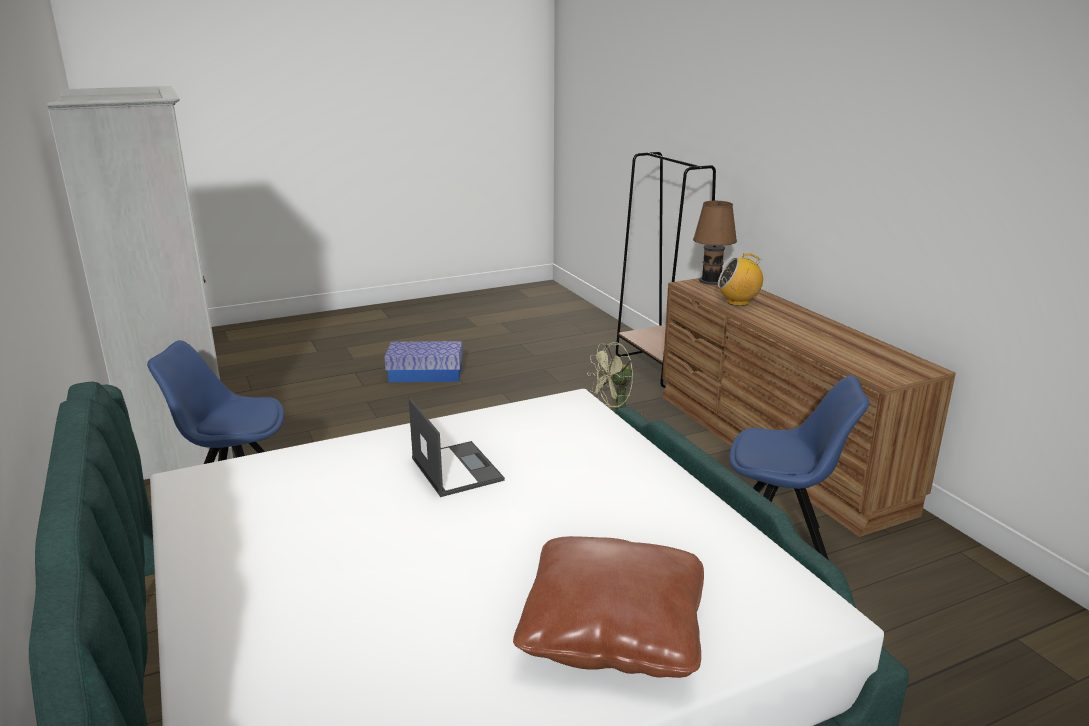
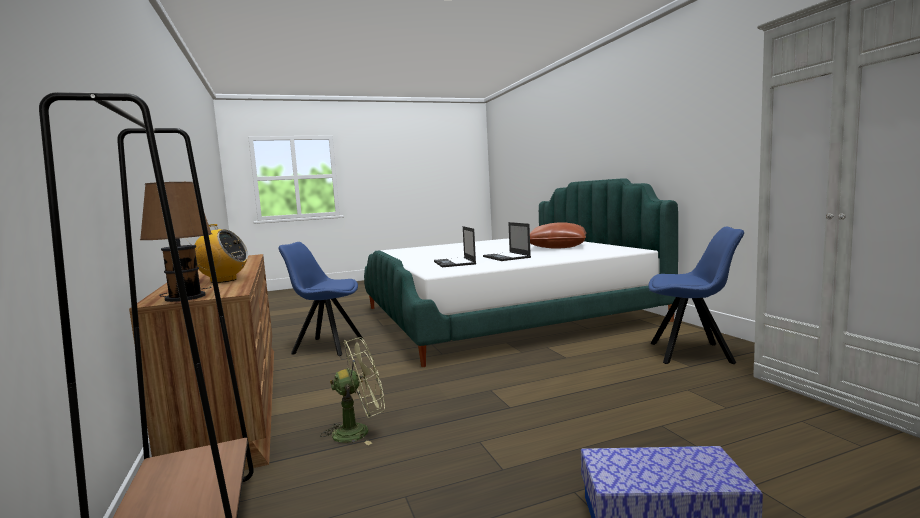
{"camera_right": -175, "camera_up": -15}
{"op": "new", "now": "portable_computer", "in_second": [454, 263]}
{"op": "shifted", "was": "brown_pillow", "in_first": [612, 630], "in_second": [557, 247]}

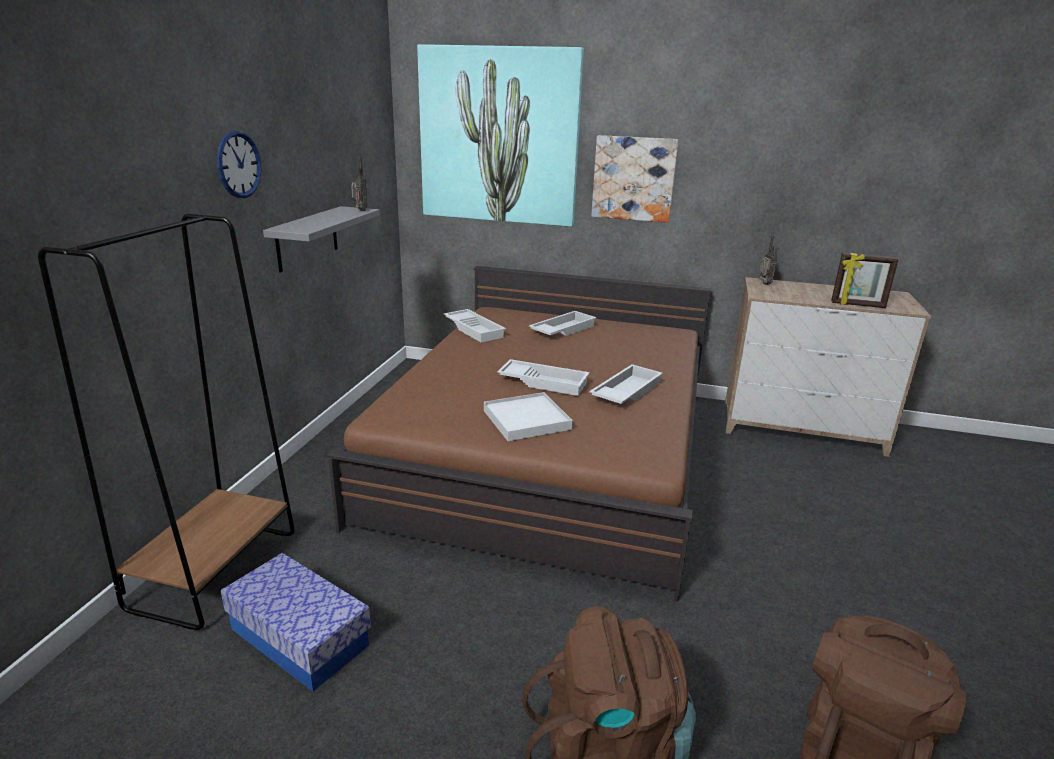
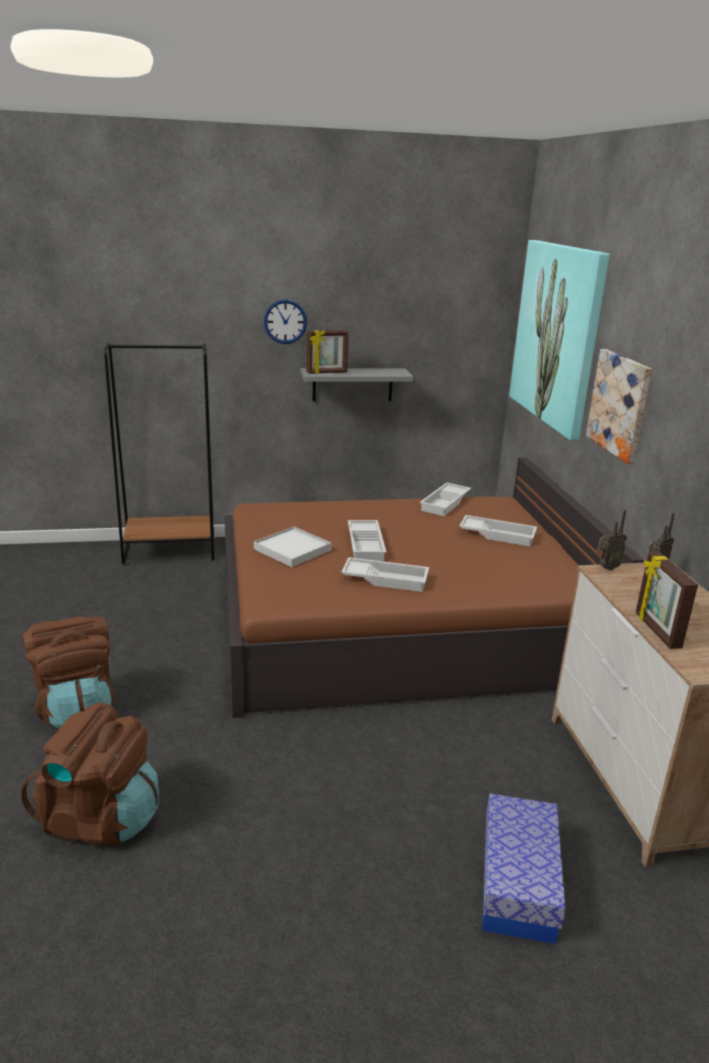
{"camera_right": 65, "camera_up": 0}
{"op": "new", "now": "photo_frame", "in_second": [327, 373]}
{"op": "shifted", "was": "storage_box", "in_first": [300, 637], "in_second": [518, 883]}
{"op": "shifted", "was": "radio_receiver", "in_first": [360, 210], "in_second": [606, 568]}

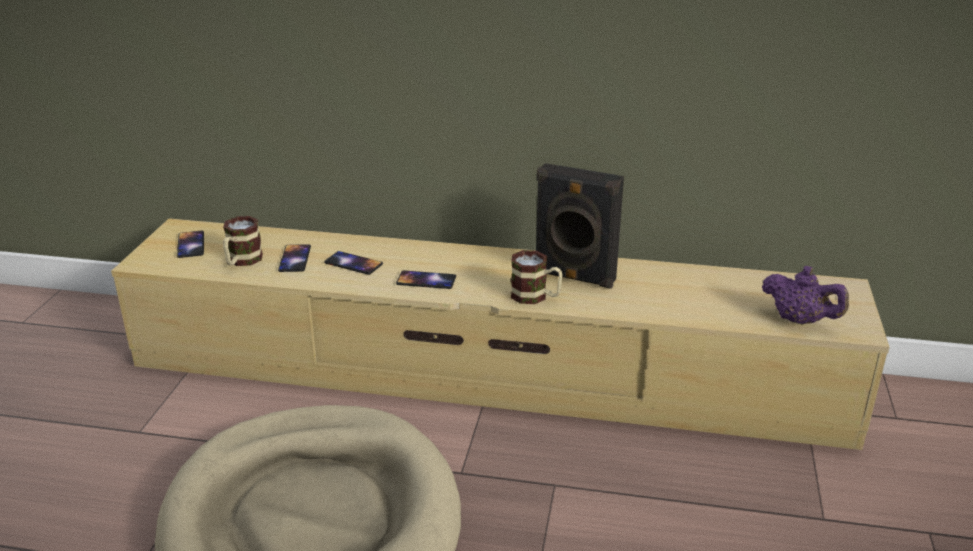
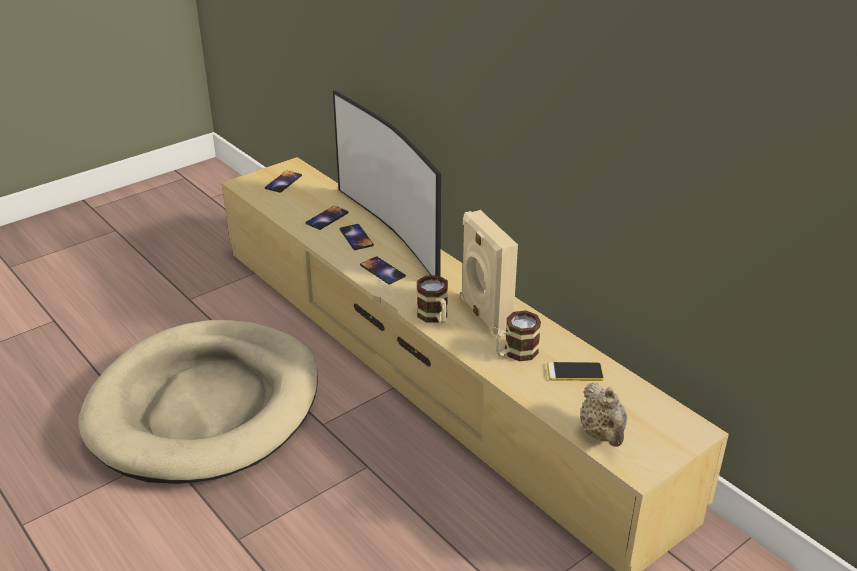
{"camera_right": 40, "camera_up": 5}
{"op": "new", "now": "television", "in_second": [392, 230]}
{"op": "new", "now": "phone", "in_second": [575, 372]}
{"op": "shifted", "was": "tea_mug", "in_first": [241, 261], "in_second": [515, 353]}
{"op": "repainted", "was": "black-coloured_audio_speaker", "now": "beige-coloured_audio_speaker", "in_first": [574, 277], "in_second": [484, 315]}
{"op": "repainted", "was": "purplish_pot_for_tea", "now": "beige-coloured_pot_for_tea", "in_first": [799, 320], "in_second": [602, 435]}

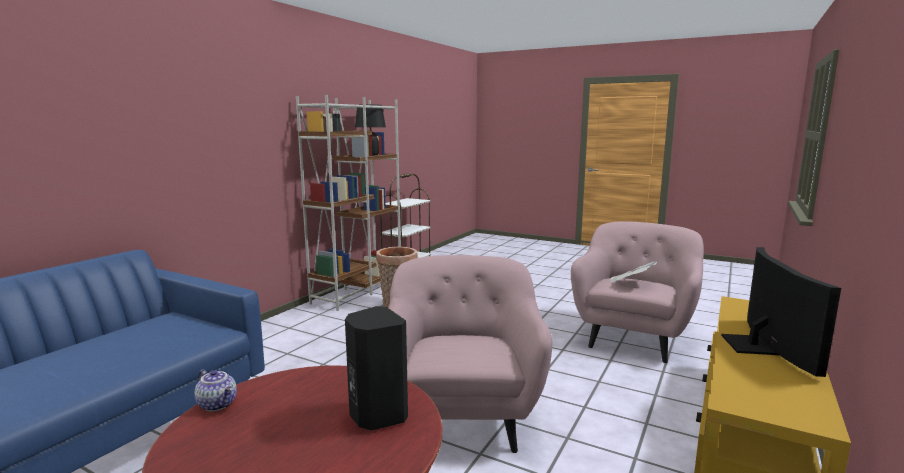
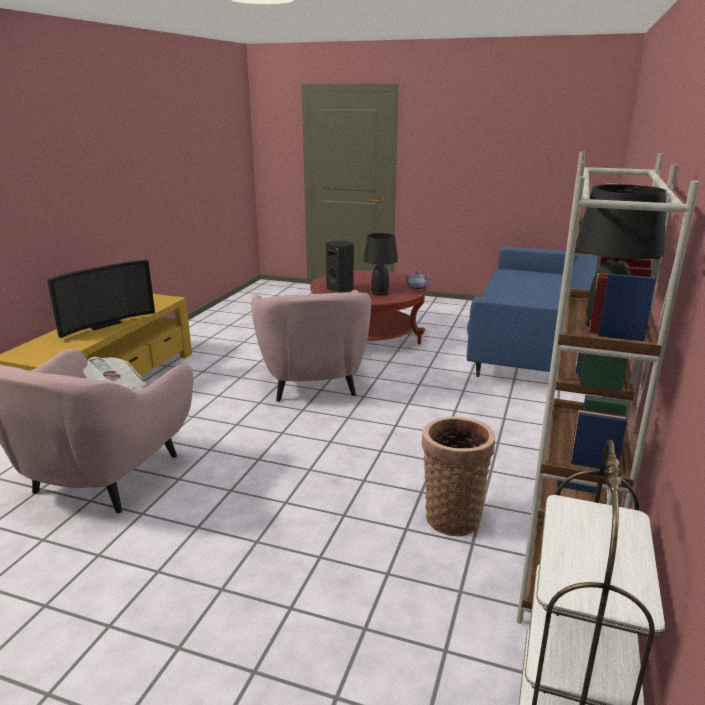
{"camera_right": 170, "camera_up": 10}
{"op": "new", "now": "black-coloured_tabletop_lamp", "in_second": [380, 293]}
{"op": "rotated", "was": "television", "in_first": [760, 346], "in_second": [103, 324], "clockwise": -135}

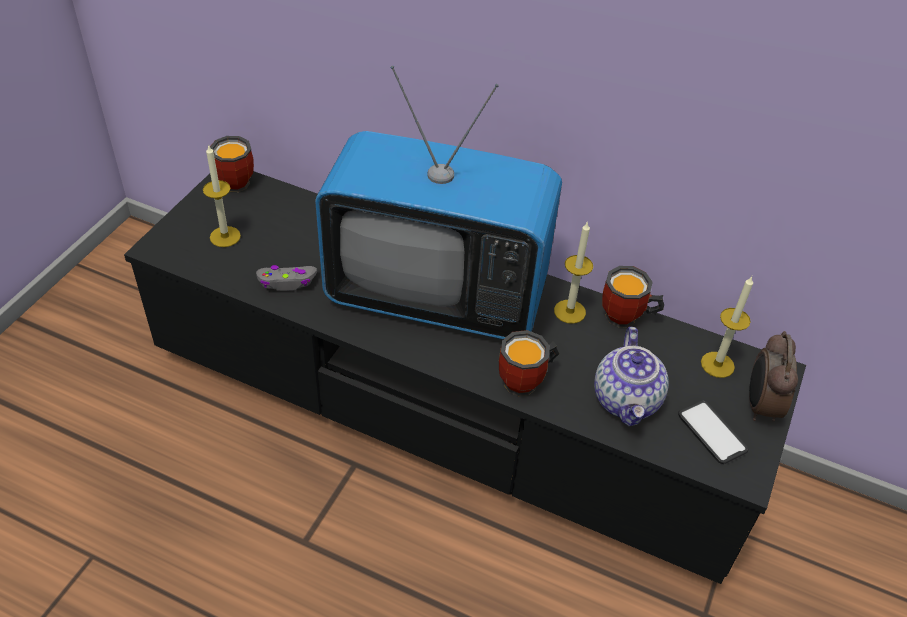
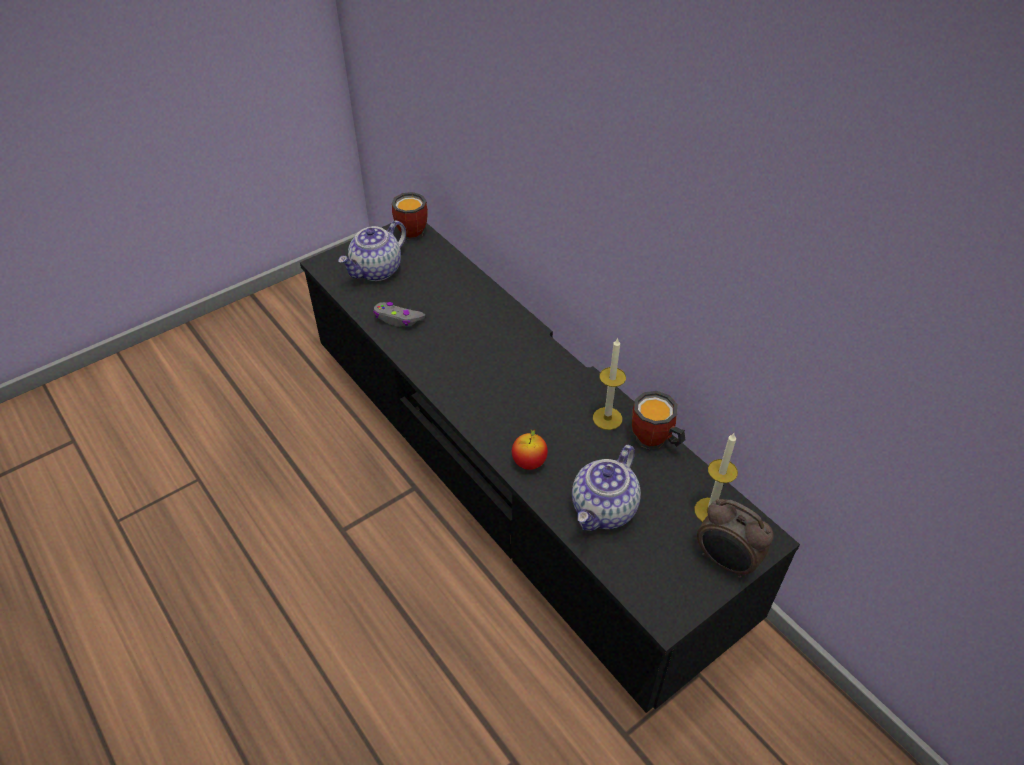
{"camera_right": 30, "camera_up": 0}
{"op": "gone", "was": "television", "in_first": [437, 295]}
{"op": "gone", "was": "phone", "in_first": [712, 432]}
{"op": "swapped", "was": "wax_candle", "now": "pot_for_tea", "in_first": [225, 236], "in_second": [377, 270]}
{"op": "swapped", "was": "tea_mug", "now": "apple_fruit", "in_first": [527, 382], "in_second": [529, 462]}
{"op": "rotated", "was": "table_clock", "in_first": [760, 406], "in_second": [725, 562], "clockwise": -90}

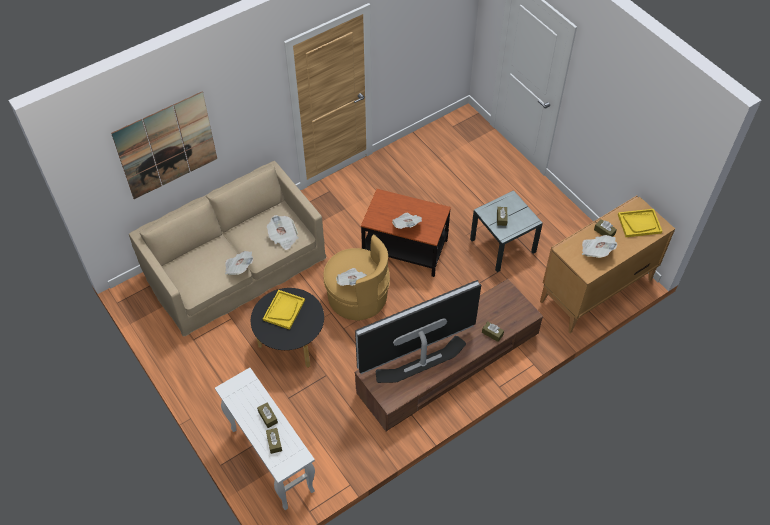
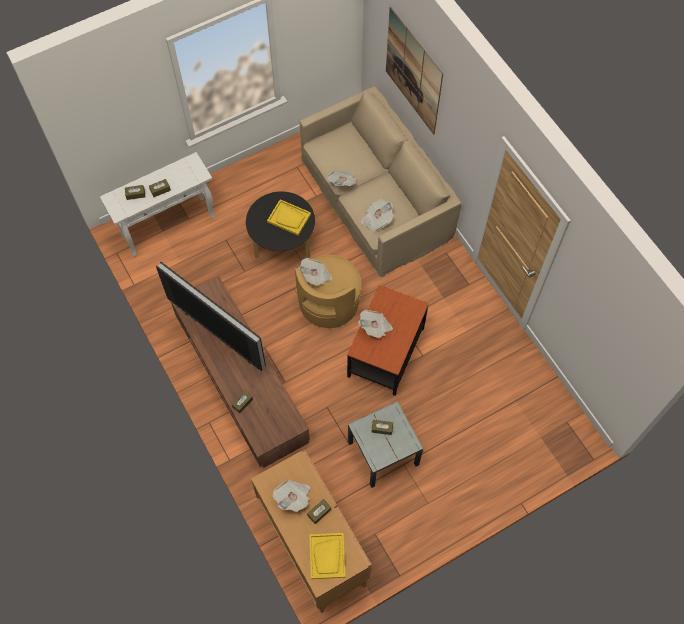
{"camera_right": 95, "camera_up": 10}
{"op": "rotated", "was": "television", "in_first": [419, 359], "in_second": [223, 333], "clockwise": 150}

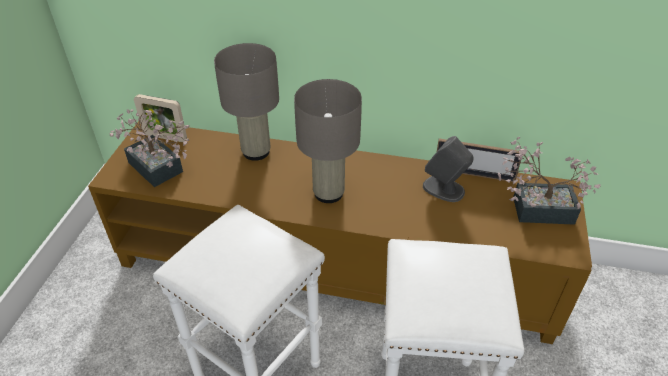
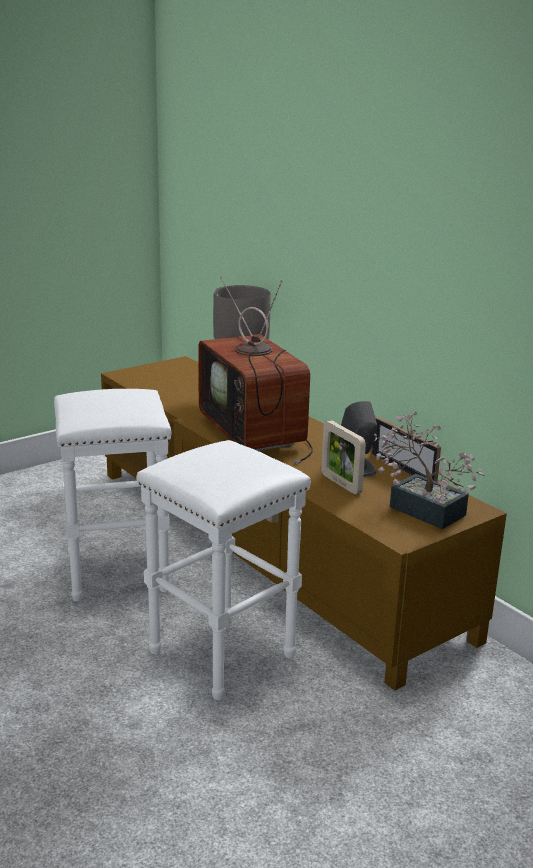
{"camera_right": 40, "camera_up": -20}
{"op": "gone", "was": "houseplant", "in_first": [158, 171]}
{"op": "shifted", "was": "photo_frame", "in_first": [165, 137], "in_second": [341, 484]}
{"op": "swapped", "was": "greyish_tabletop_lamp", "now": "television", "in_first": [329, 193], "in_second": [257, 434]}

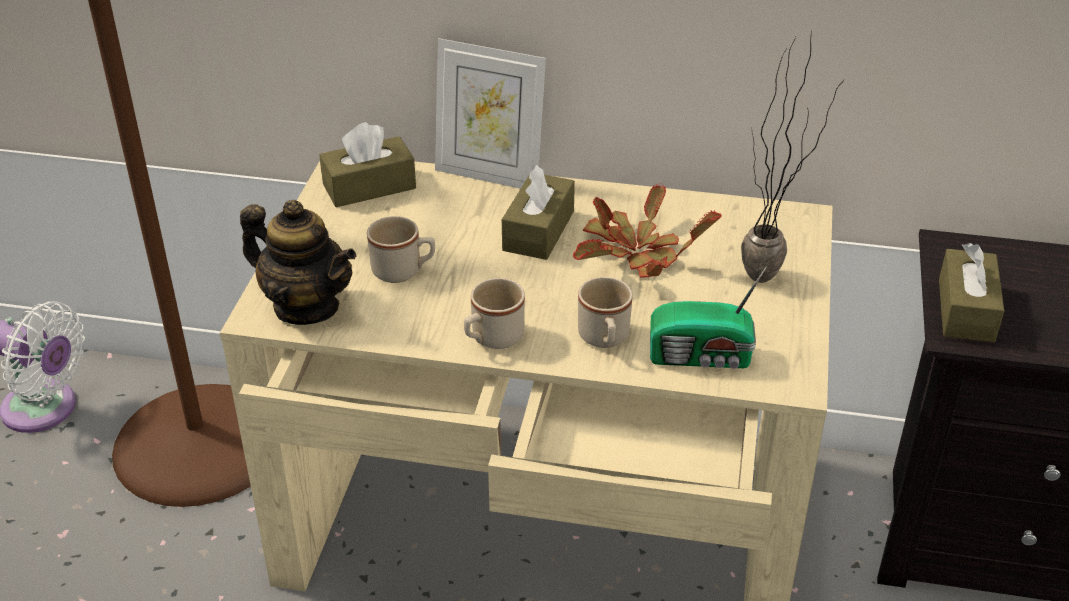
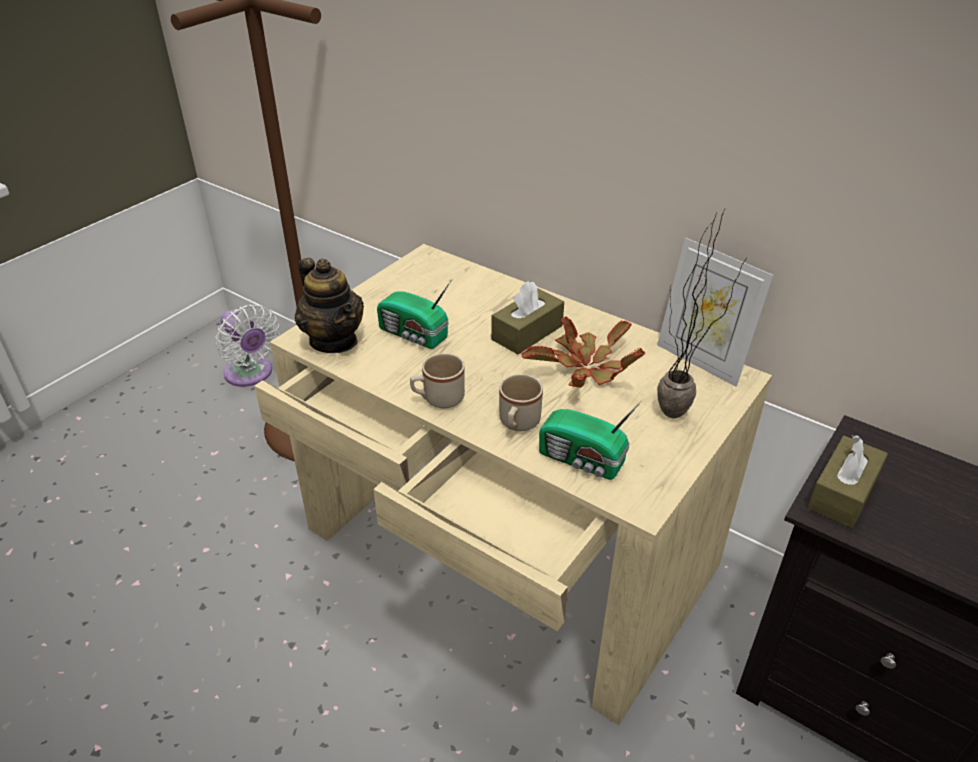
{"camera_right": 25, "camera_up": 0}
{"op": "gone", "was": "brown_tissue_box", "in_first": [369, 186]}
{"op": "shifted", "was": "photo_frame", "in_first": [489, 175], "in_second": [701, 361]}
{"op": "swapped", "was": "beige-coloured_tea_mug", "now": "radio_receiver", "in_first": [403, 271], "in_second": [414, 335]}

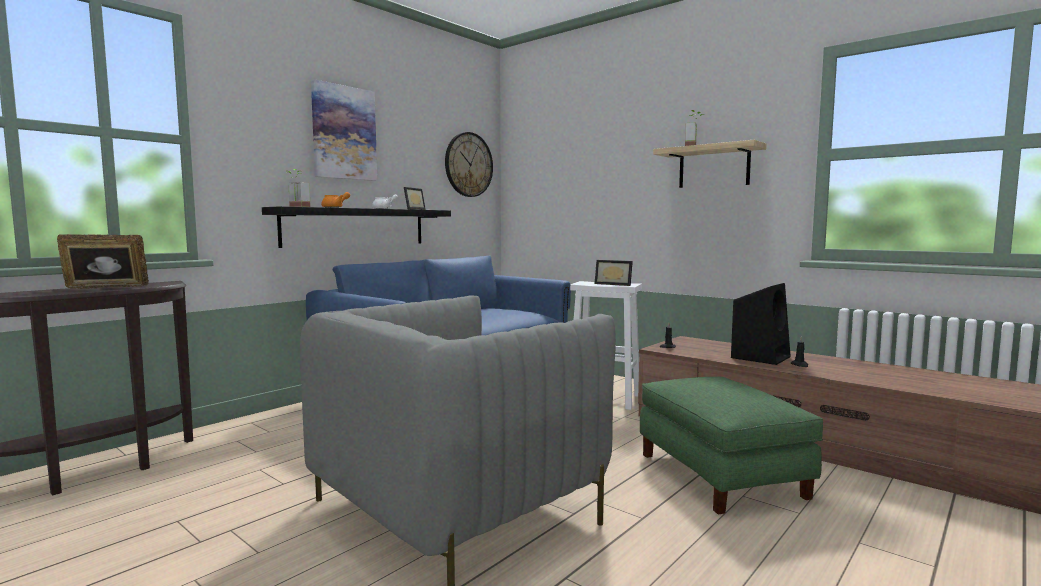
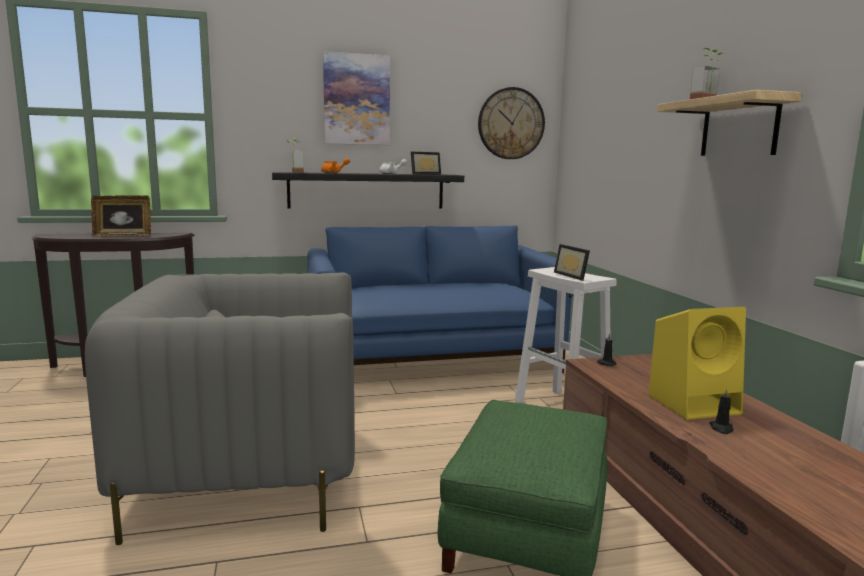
{"camera_right": 35, "camera_up": 5}
{"op": "repainted", "was": "black-coloured_audio_speaker", "now": "yellowish_audio_speaker", "in_first": [760, 357], "in_second": [695, 404]}
{"op": "rotated", "was": "photo_frame", "in_first": [105, 288], "in_second": [123, 236], "clockwise": 150}

